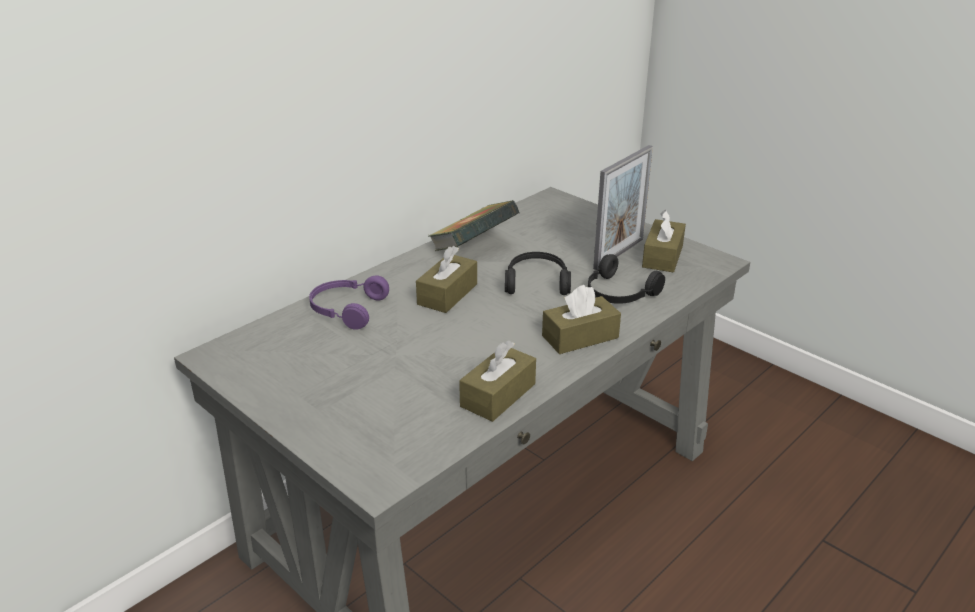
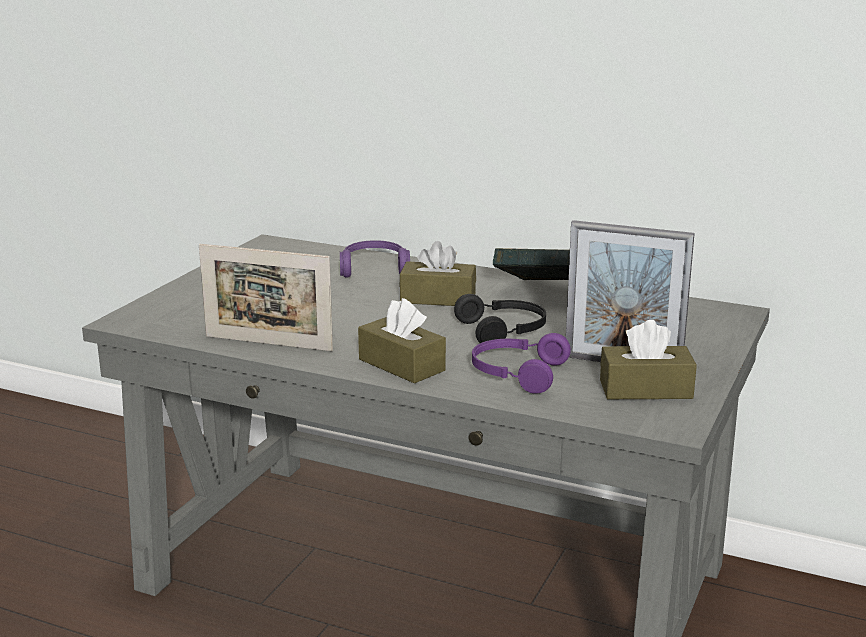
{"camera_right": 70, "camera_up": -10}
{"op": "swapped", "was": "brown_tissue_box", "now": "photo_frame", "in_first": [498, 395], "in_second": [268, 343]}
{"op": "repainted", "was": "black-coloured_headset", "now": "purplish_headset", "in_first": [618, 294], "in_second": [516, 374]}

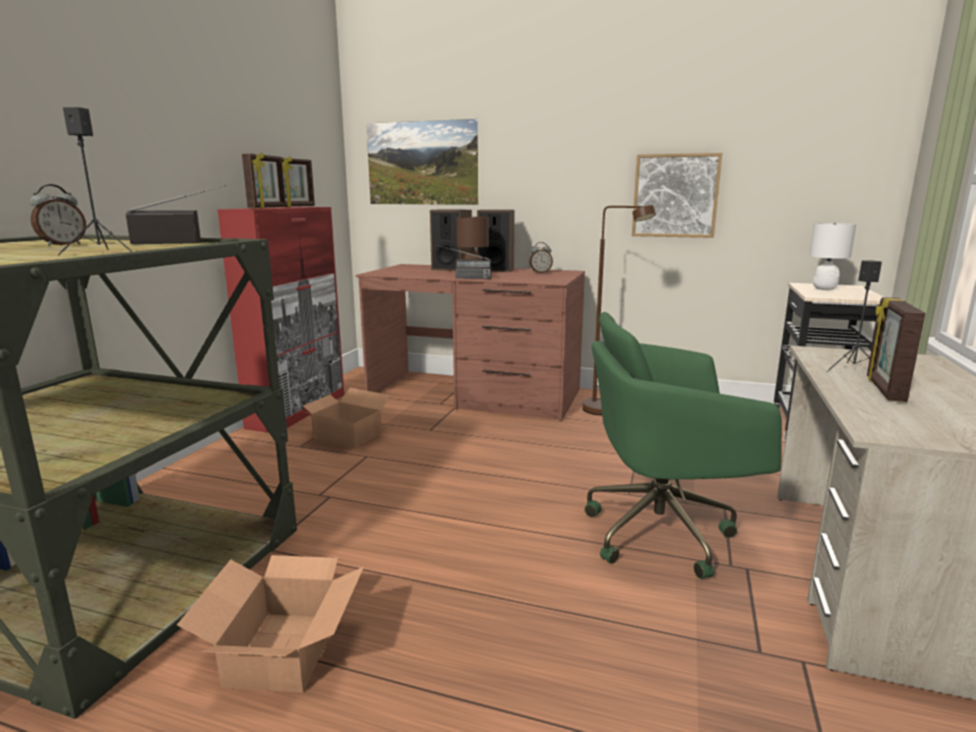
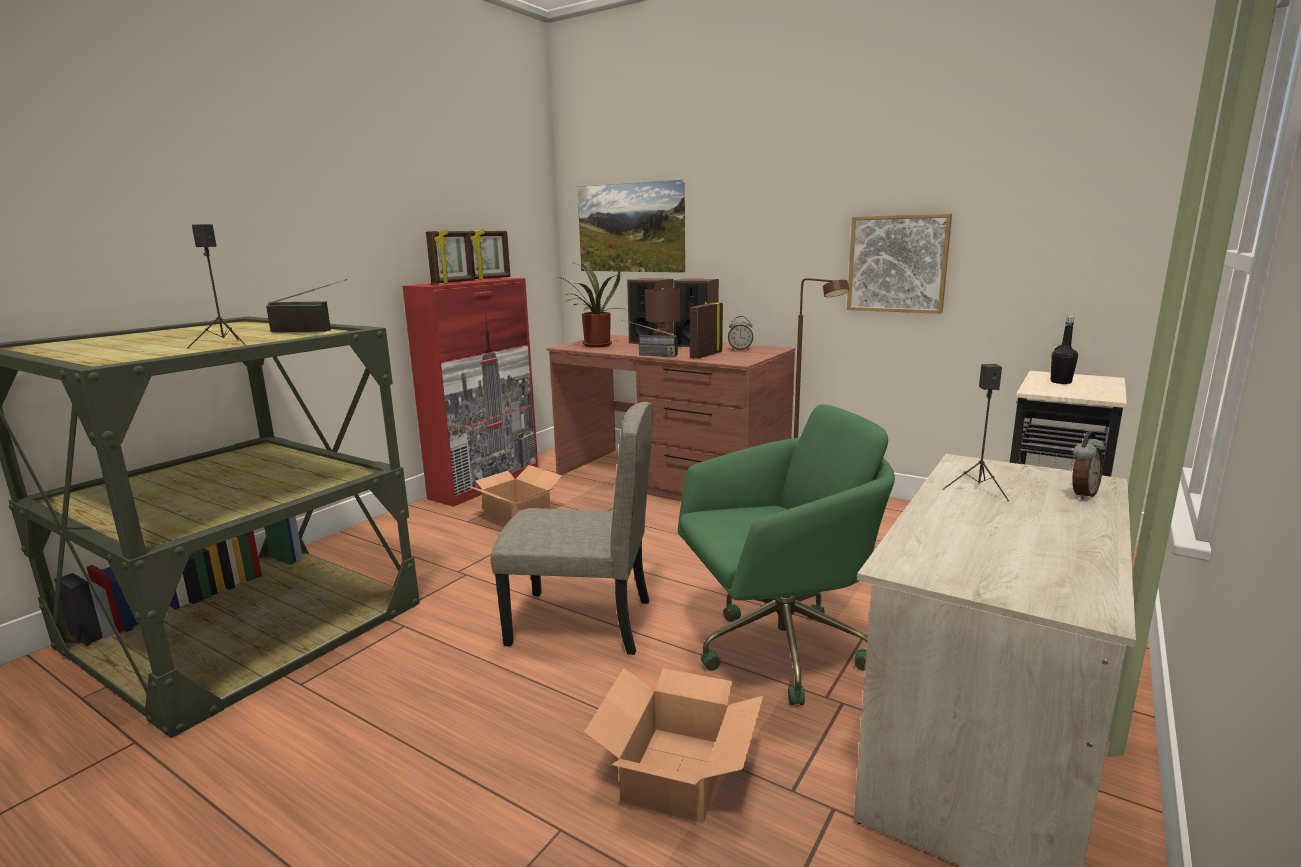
{"camera_right": 15, "camera_up": 0}
{"op": "new", "now": "beige-coloured_chair", "in_second": [580, 623]}
{"op": "new", "now": "houseplant", "in_second": [594, 346]}
{"op": "shifted", "was": "table_clock", "in_first": [62, 245], "in_second": [1082, 494]}
{"op": "shifted", "was": "cardboard_box", "in_first": [281, 651], "in_second": [675, 773]}
{"op": "shifted", "was": "photo_frame", "in_first": [883, 389], "in_second": [705, 355]}
{"op": "swapped", "was": "white_tabletop_lamp", "now": "black-coloured_beverage_bottle", "in_first": [824, 289], "in_second": [1060, 382]}
{"op": "rotated", "was": "green_desk_chair", "in_first": [664, 535], "in_second": [774, 654], "clockwise": 150}

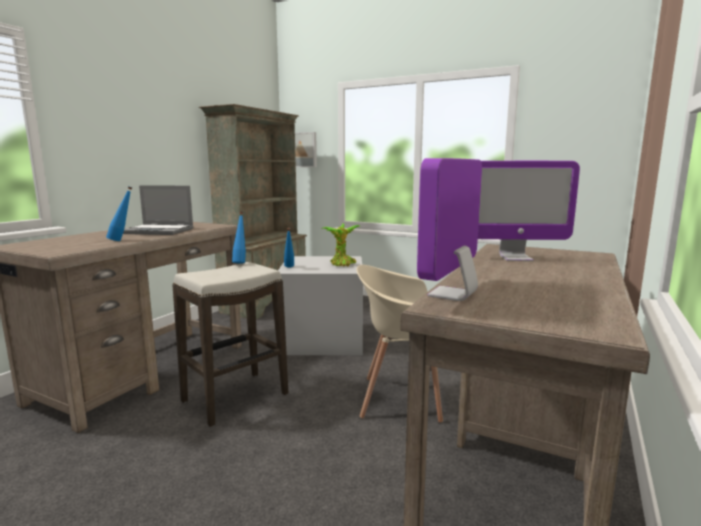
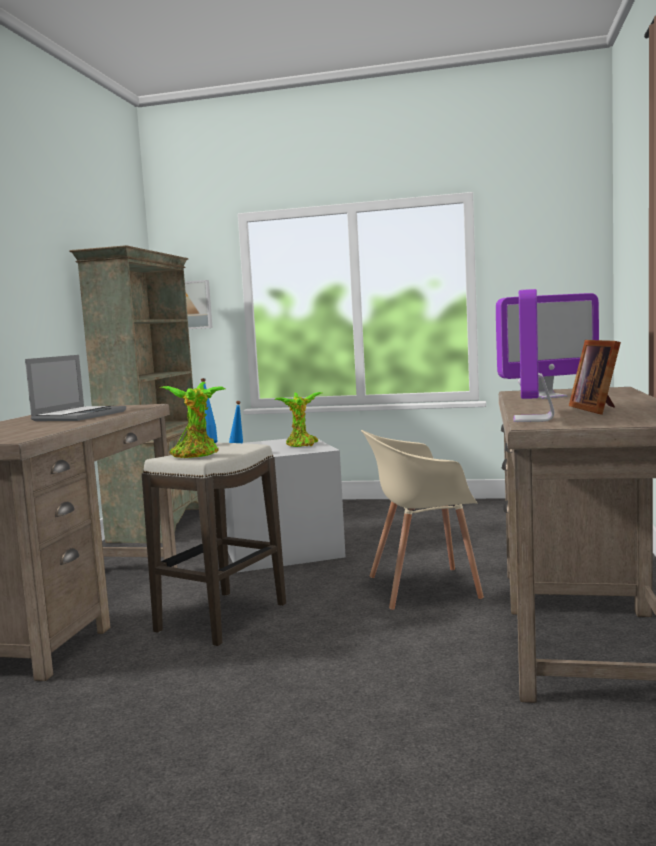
{"camera_right": -15, "camera_up": -5}
{"op": "gone", "was": "bluish_beverage_bottle", "in_first": [122, 240]}
{"op": "new", "now": "houseplant", "in_second": [196, 455]}
{"op": "new", "now": "photo_frame", "in_second": [598, 409]}
{"op": "rotated", "was": "portable_computer", "in_first": [159, 231], "in_second": [79, 416], "clockwise": -60}

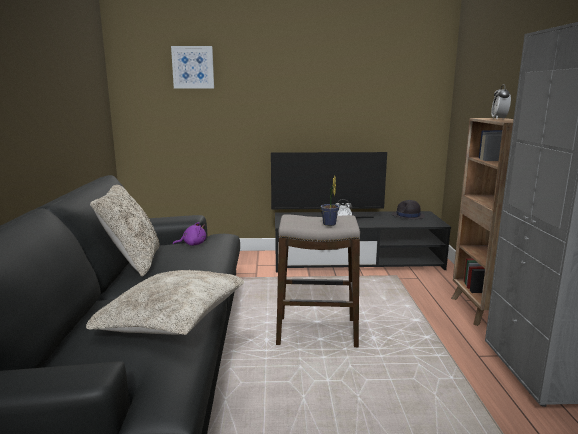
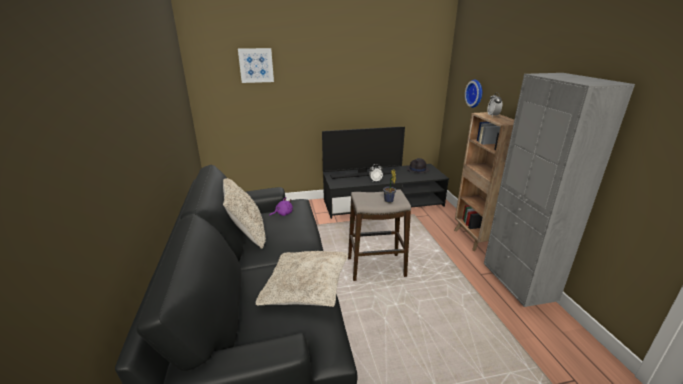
{"camera_right": -10, "camera_up": 10}
{"op": "new", "now": "wall_clock", "in_second": [475, 93]}

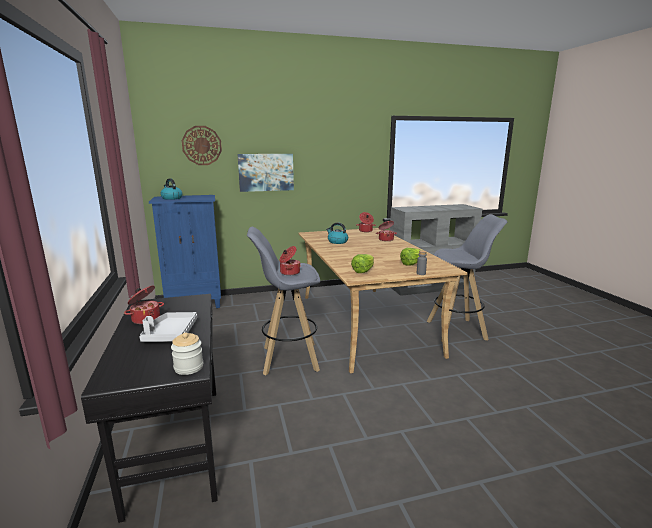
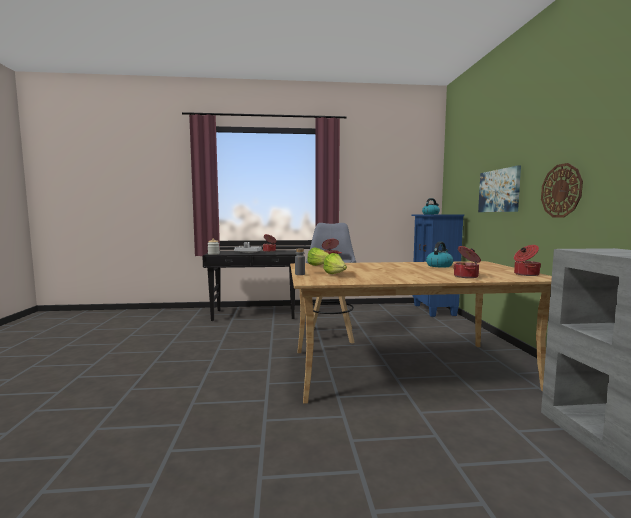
{"camera_right": 100, "camera_up": -10}
{"op": "gone", "was": "greyish_stool", "in_first": [458, 330]}
{"op": "shifted", "was": "wall_clock", "in_first": [202, 145], "in_second": [561, 190]}

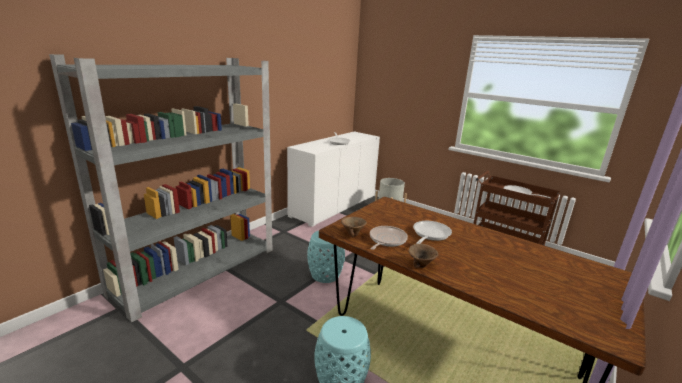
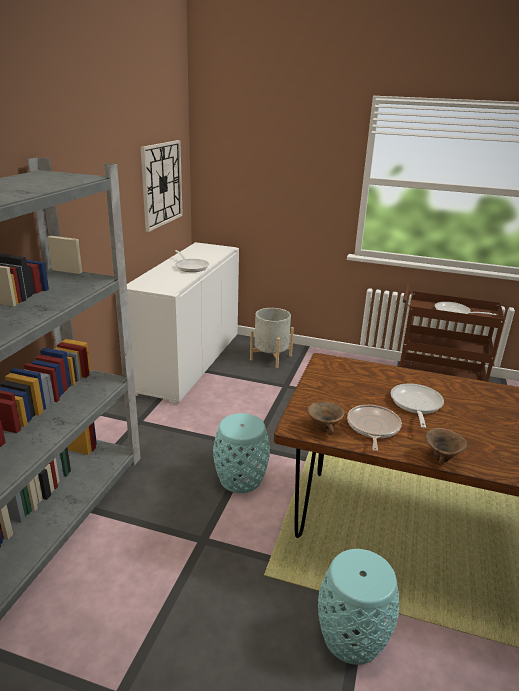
{"camera_right": -20, "camera_up": 5}
{"op": "new", "now": "wall_clock", "in_second": [161, 184]}

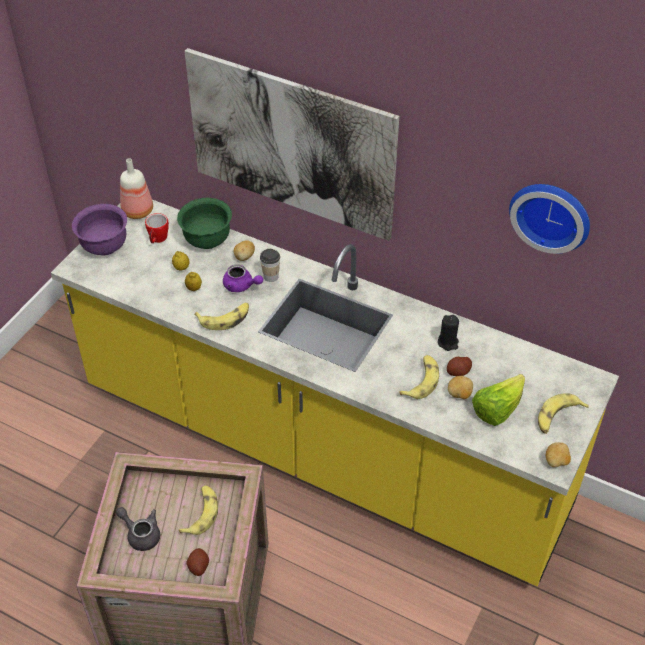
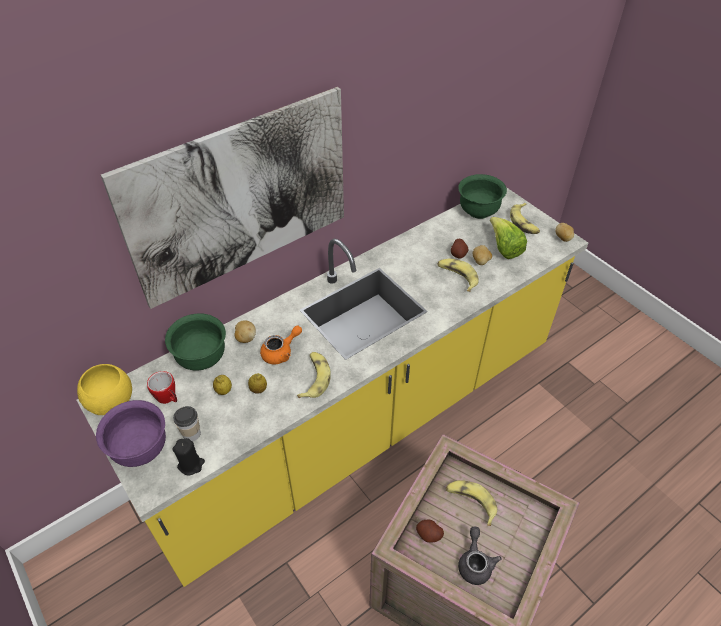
{"camera_right": -65, "camera_up": 0}
{"op": "gone", "was": "wall_clock", "in_first": [551, 214]}
{"op": "new", "now": "green_deep_dish", "in_second": [478, 211]}
{"op": "shifted", "was": "spud", "in_first": [198, 566], "in_second": [429, 534]}
{"op": "shifted", "was": "small_cup", "in_first": [271, 276], "in_second": [191, 434]}
{"op": "shifted", "was": "black-coloured_wax_candle", "in_first": [448, 342], "in_second": [191, 465]}
{"op": "swapped", "was": "beverage_bottle", "now": "yellowish_deep_dish", "in_first": [137, 210], "in_second": [111, 402]}
{"op": "repainted", "was": "purplish_pot_for_tea", "now": "orangey_pot_for_tea", "in_first": [241, 286], "in_second": [281, 352]}
{"op": "rotated", "was": "greyish_pot_for_tea", "in_first": [141, 534], "in_second": [475, 563], "clockwise": 120}

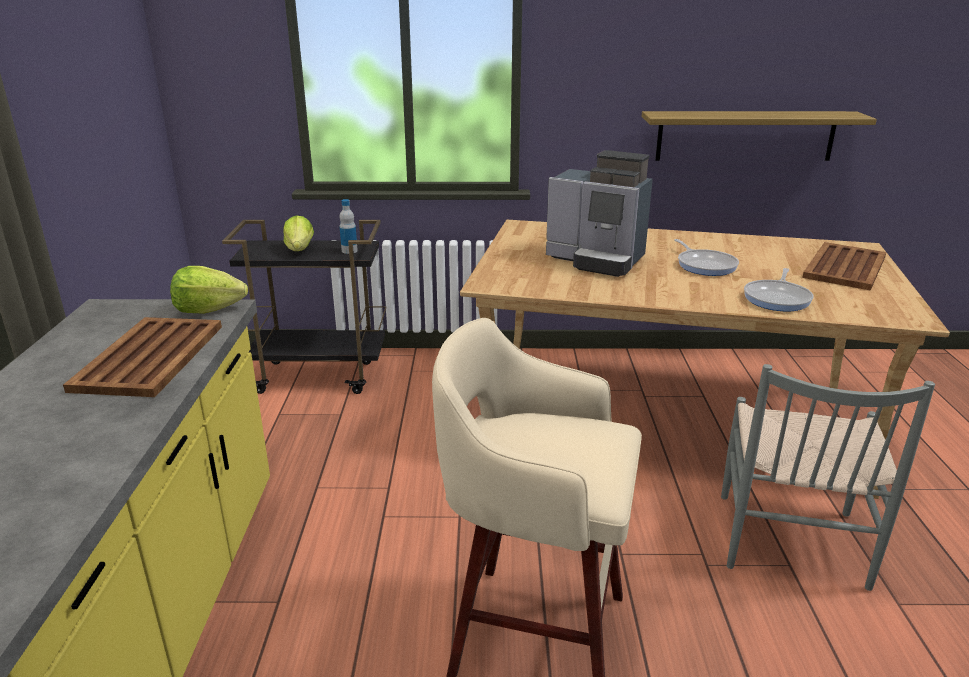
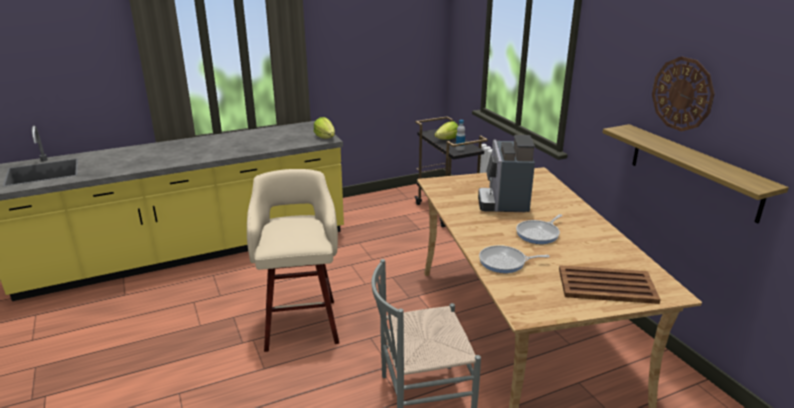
{"camera_right": 65, "camera_up": 0}
{"op": "gone", "was": "brown_tray", "in_first": [151, 356]}
{"op": "new", "now": "wall_clock", "in_second": [682, 94]}

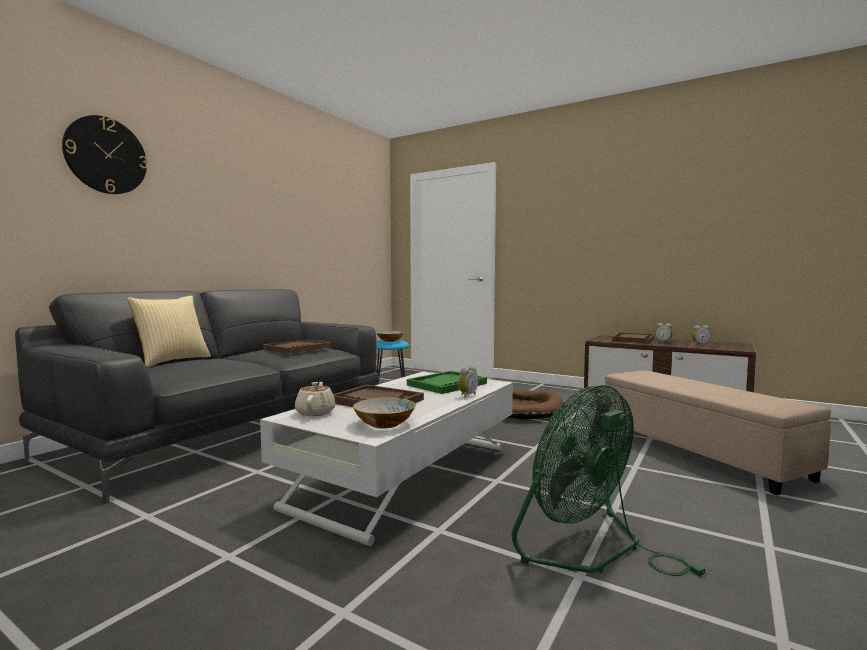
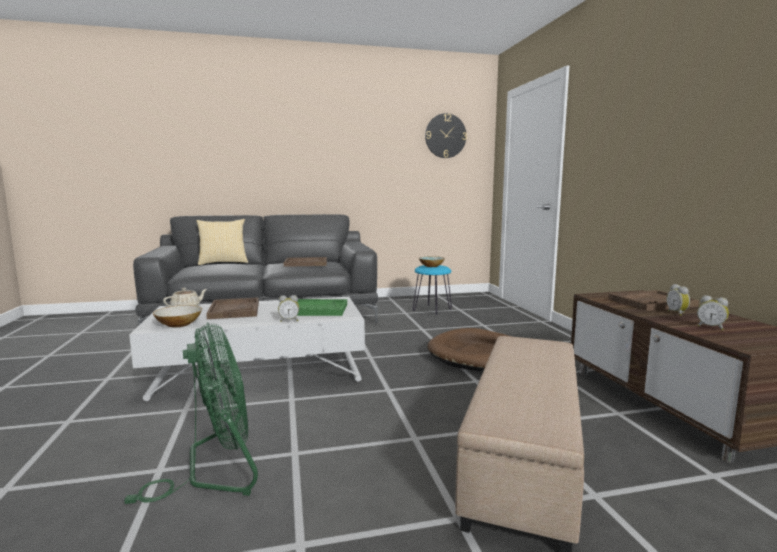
{"camera_right": 45, "camera_up": 5}
{"op": "shifted", "was": "wall_clock", "in_first": [106, 155], "in_second": [445, 136]}
{"op": "rotated", "was": "green_cooling_fan", "in_first": [600, 547], "in_second": [213, 465], "clockwise": 60}

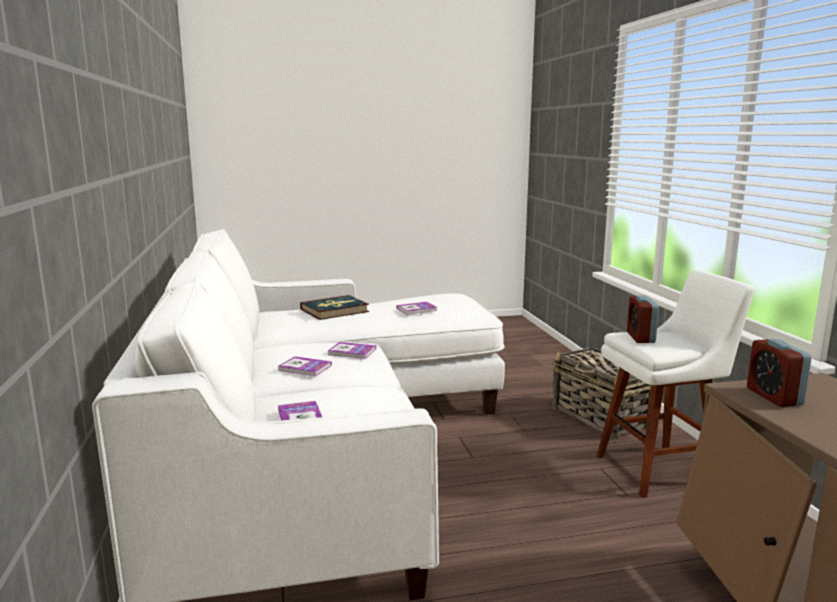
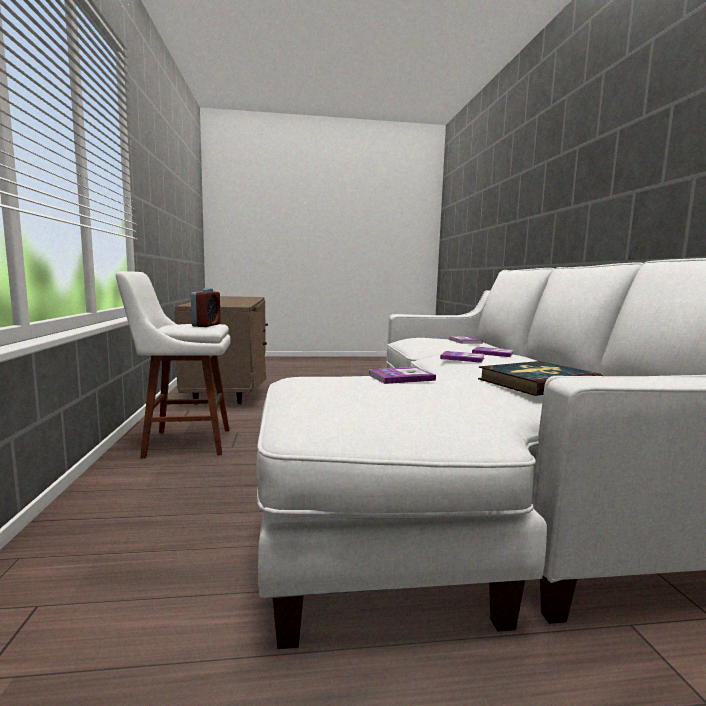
{"camera_right": -175, "camera_up": -5}
{"op": "gone", "was": "storage_basket", "in_first": [600, 418]}
{"op": "gone", "was": "table_clock", "in_first": [774, 397]}

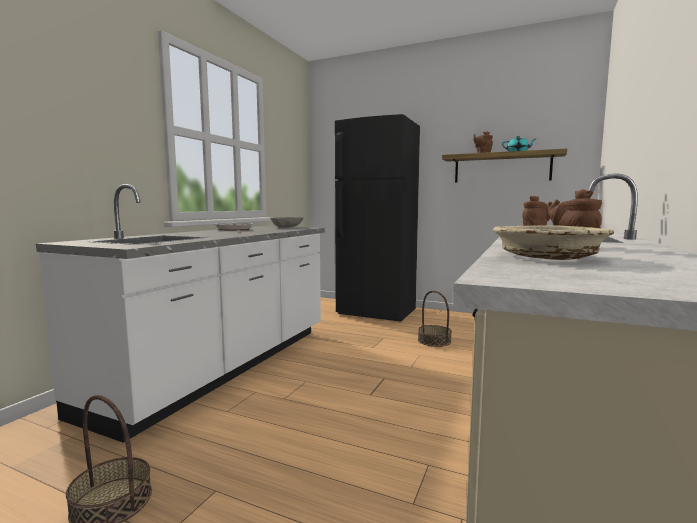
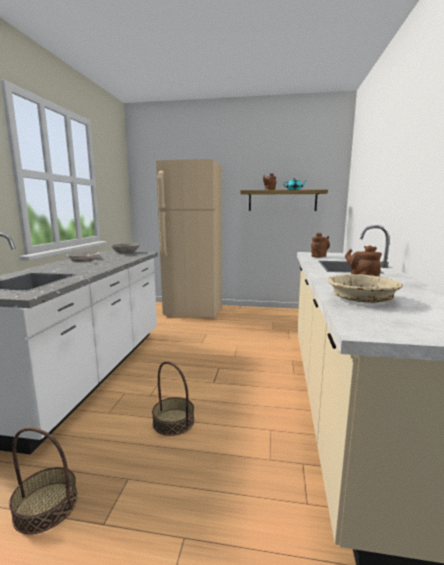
{"camera_right": -15, "camera_up": 5}
{"op": "shifted", "was": "storage_basket", "in_first": [434, 341], "in_second": [173, 421]}
{"op": "repainted", "was": "black-coloured_refrigerator", "now": "beige-coloured_refrigerator", "in_first": [376, 311], "in_second": [193, 311]}

